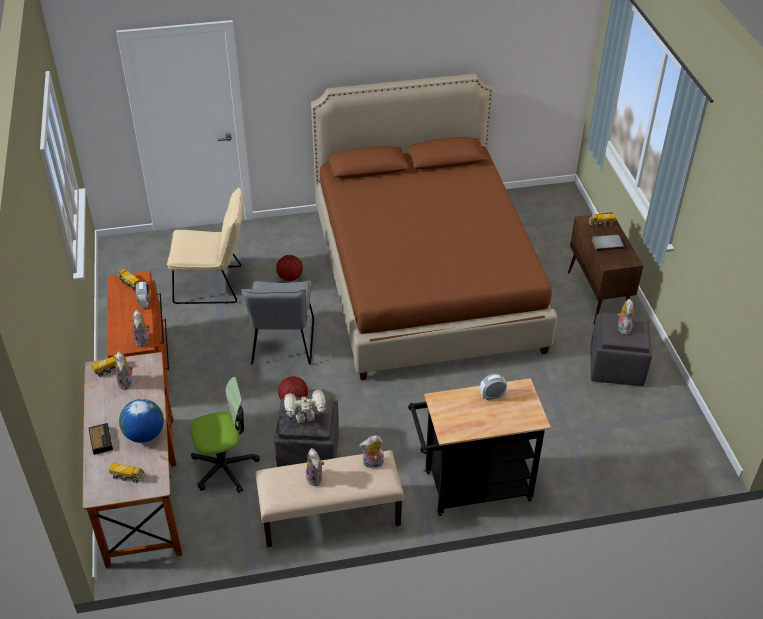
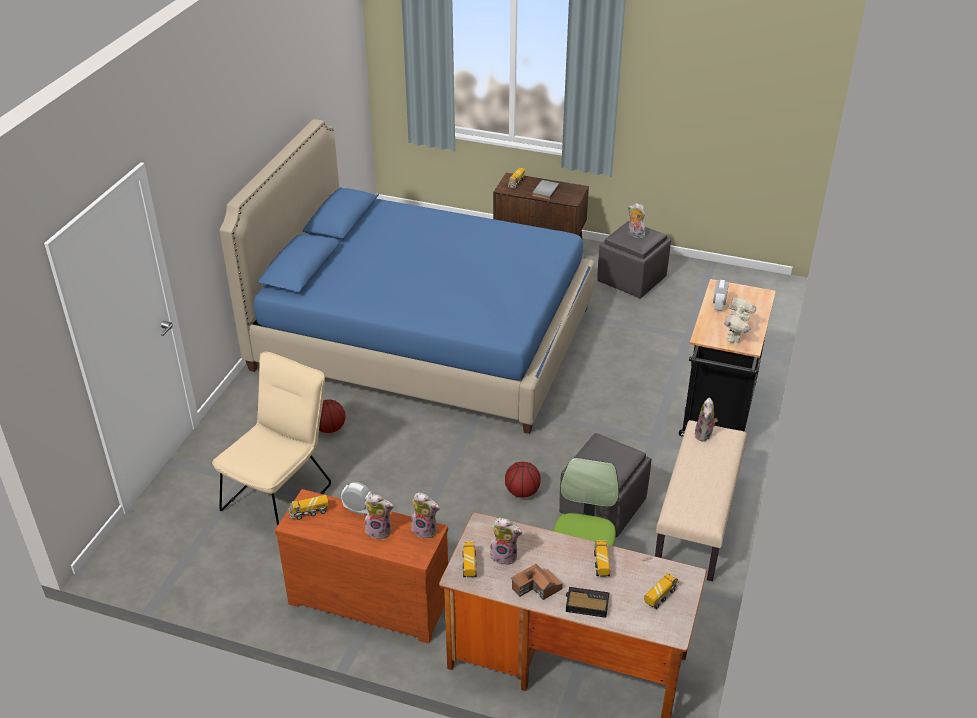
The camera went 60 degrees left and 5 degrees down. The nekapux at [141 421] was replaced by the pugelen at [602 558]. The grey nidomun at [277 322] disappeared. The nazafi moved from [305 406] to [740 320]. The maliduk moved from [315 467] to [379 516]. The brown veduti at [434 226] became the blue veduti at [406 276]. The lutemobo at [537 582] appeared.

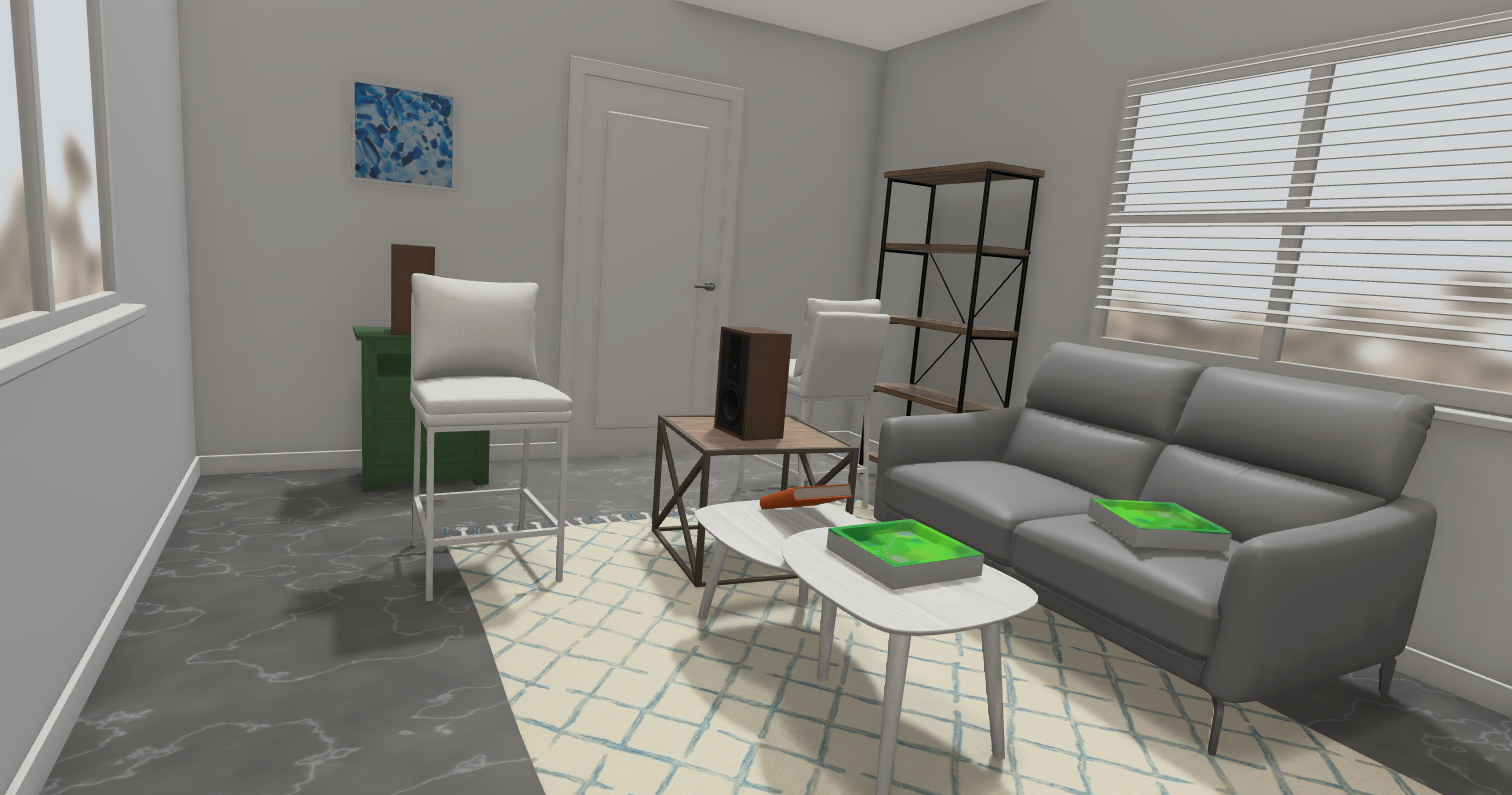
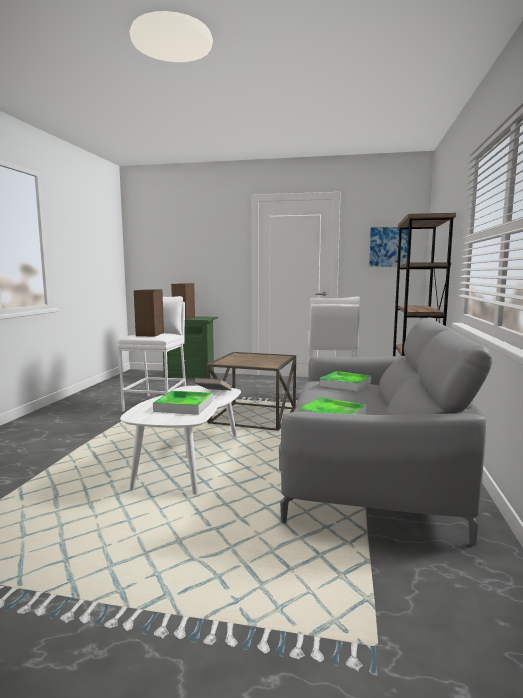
The camera went 40 degrees right and 0 degrees up. The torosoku moved from [404 134] to [390 247]. The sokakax moved from [753 384] to [149 313]. The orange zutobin at [806 496] became the grey zutobin at [213 384]. The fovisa at [345 381] appeared.

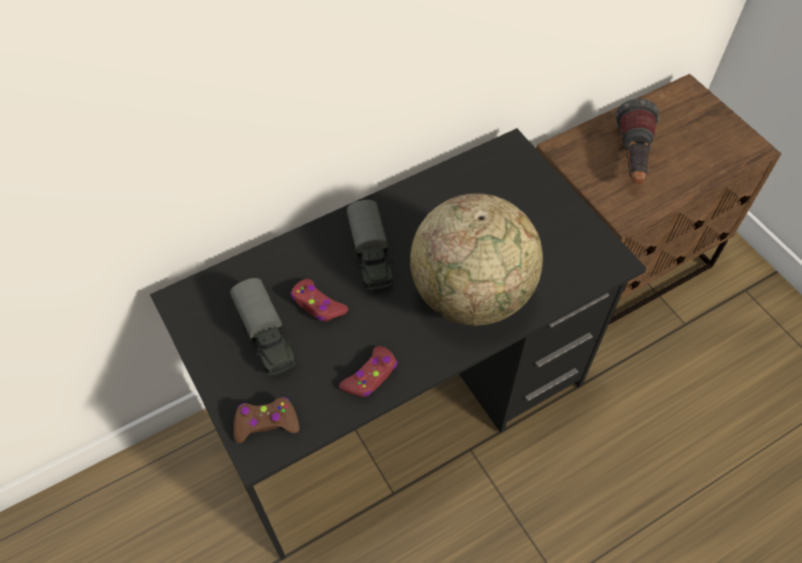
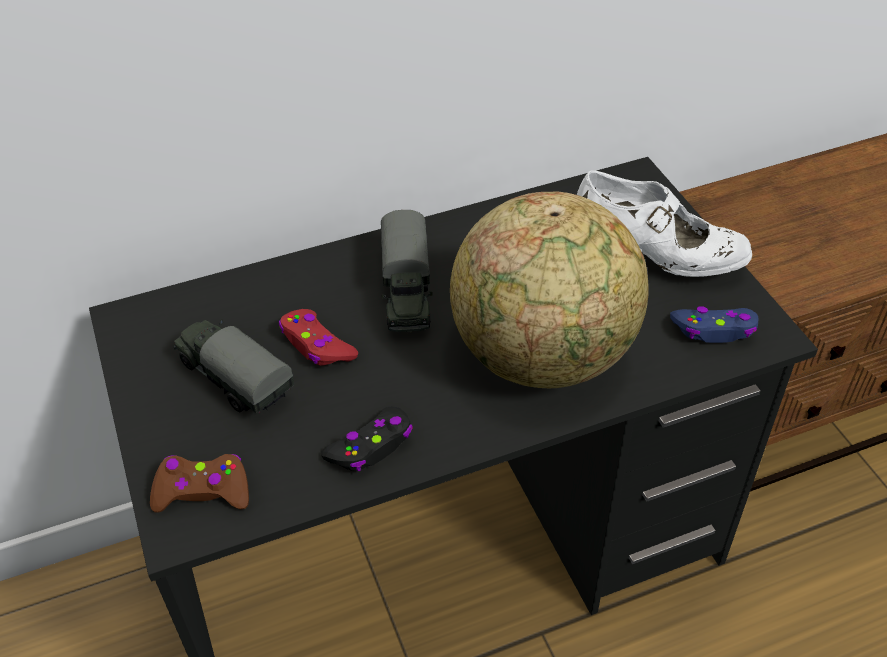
The camera went 10 degrees right and 10 degrees down. The pugelen at [263 327] turned 150 degrees clockwise. The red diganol at [368 371] became the black diganol at [367 439]. The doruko at [637 141] disappeared. The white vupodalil at [664 223] appeared. The blue diganol at [714 324] appeared.

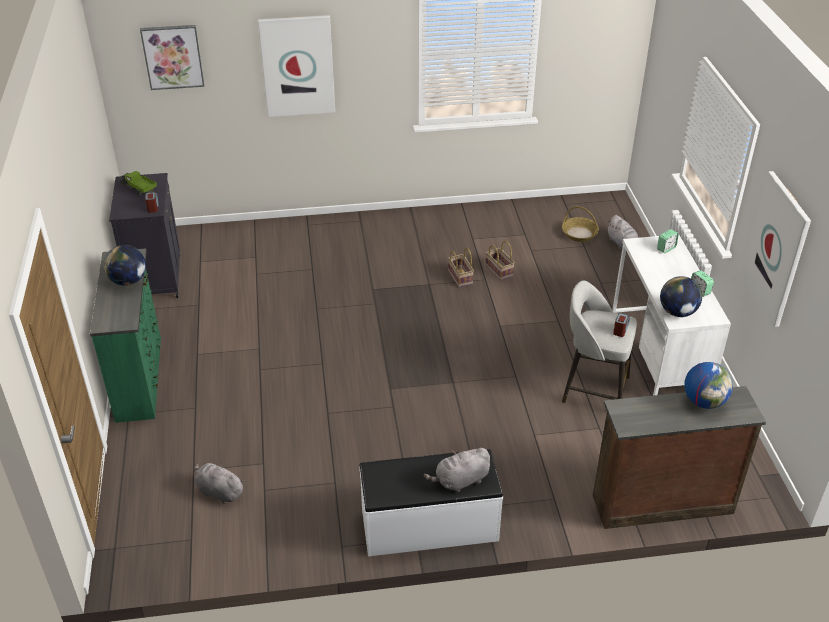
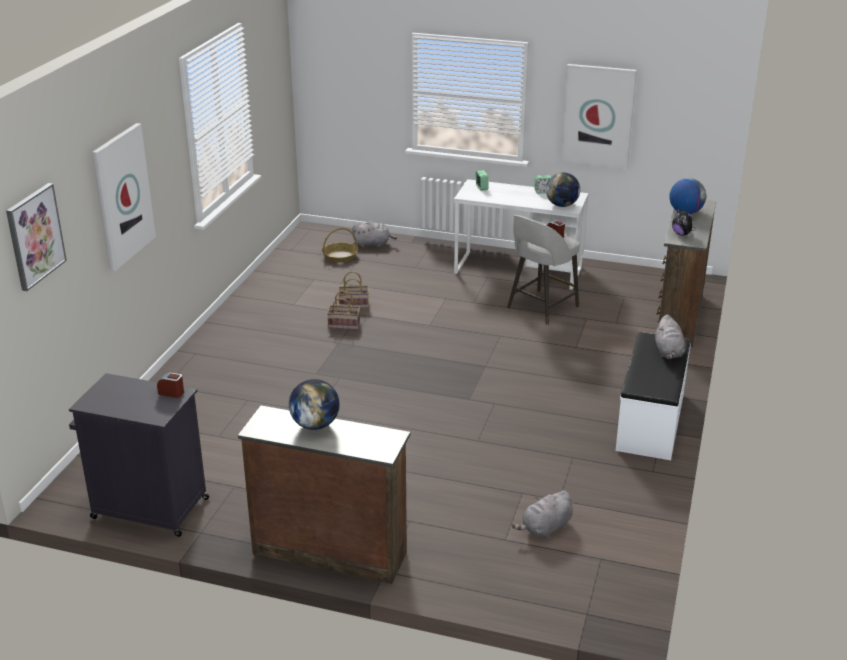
The camera went 65 degrees left and 10 degrees down. The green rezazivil at [125 335] became the brown rezazivil at [324 495]. The pugelen at [138 183] disappeared. The maliduk at [684 221] appeared.

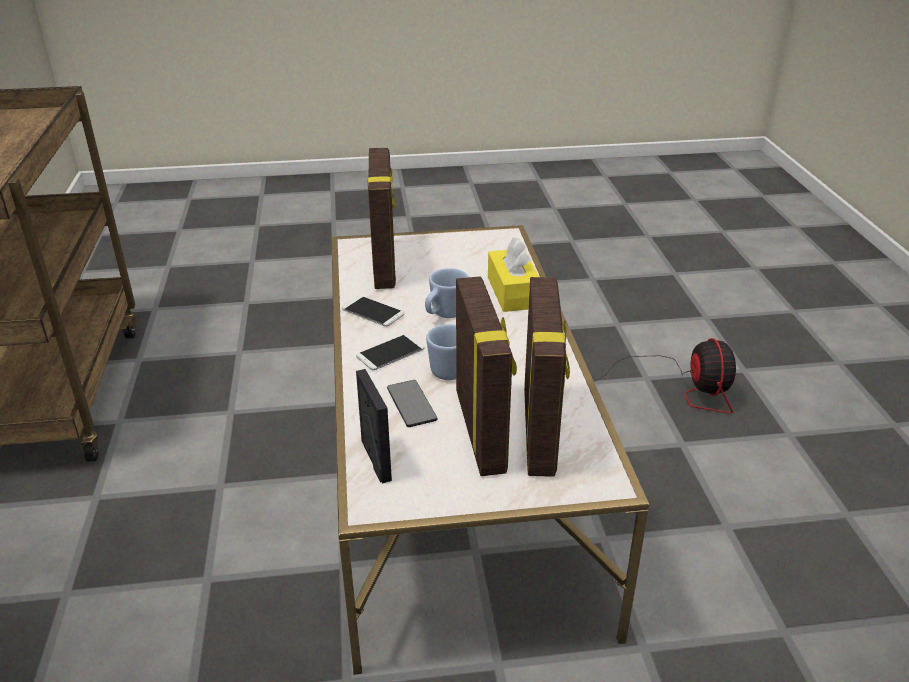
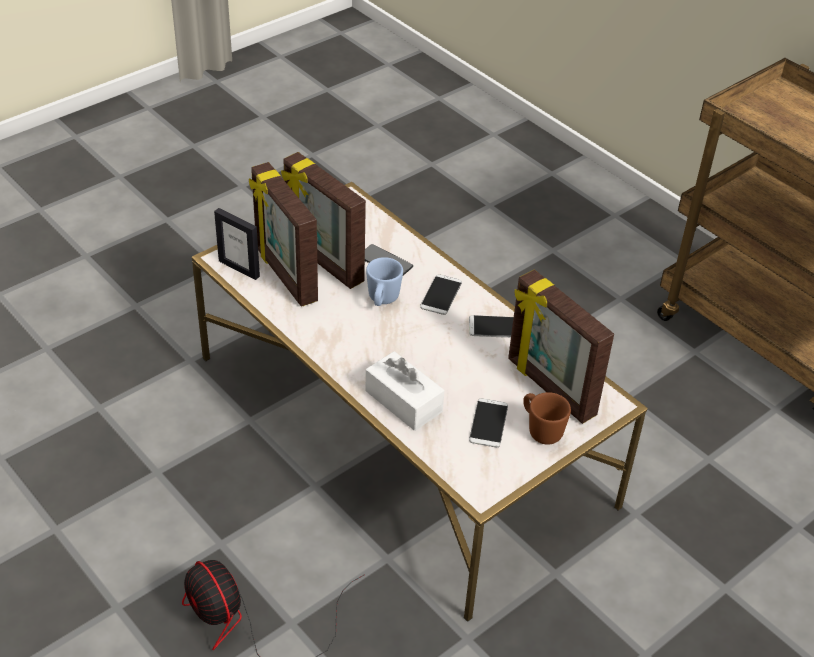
The camera went 145 degrees right and 10 degrees up. The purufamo moved from [374 426] to [237 244]. The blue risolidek at [447 293] disappeared. The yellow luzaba at [513 274] became the white luzaba at [404 391]. The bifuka at [488 423] appeared. The brown risolidek at [547 418] appeared.

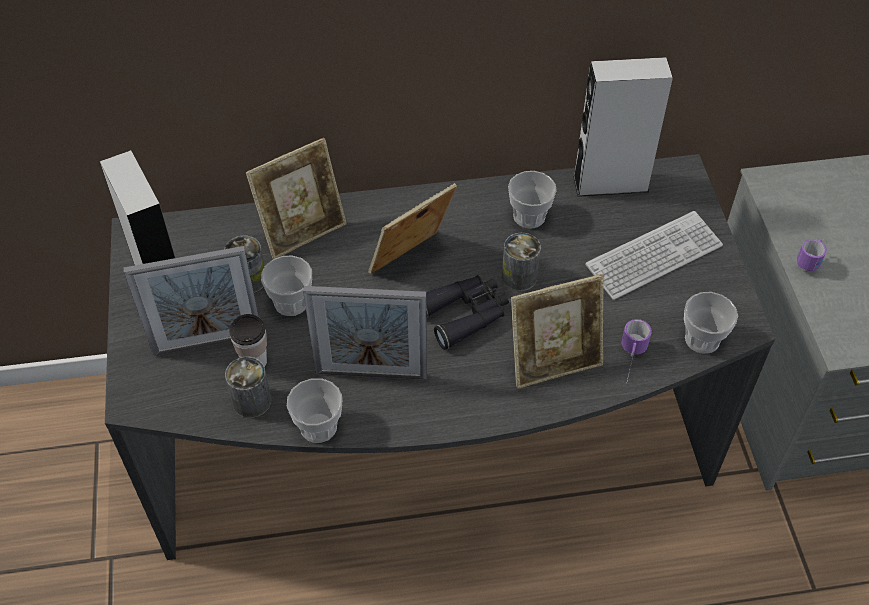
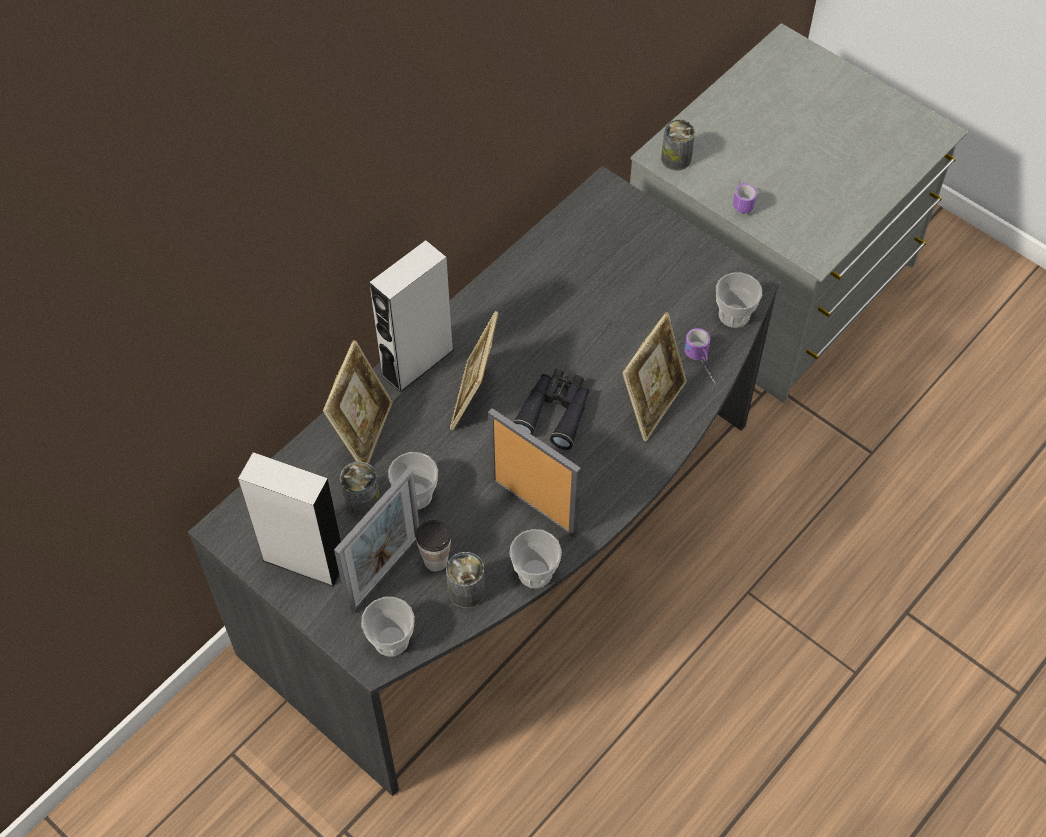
The camera went 40 degrees left and 5 degrees up. The purufamo at [365 333] turned 105 degrees counterclockwise. The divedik moved from [521 262] to [678 145]. The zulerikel moved from [532 199] to [388 627]. The grey sokakax moved from [623 127] to [411 316]. The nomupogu at [654 255] disappeared.

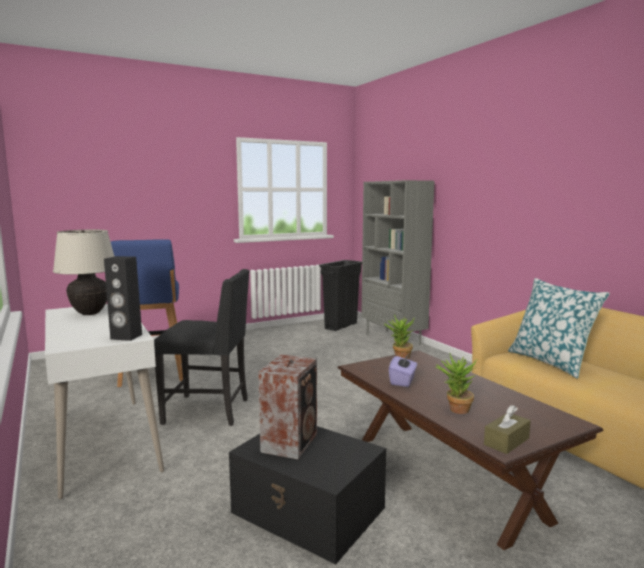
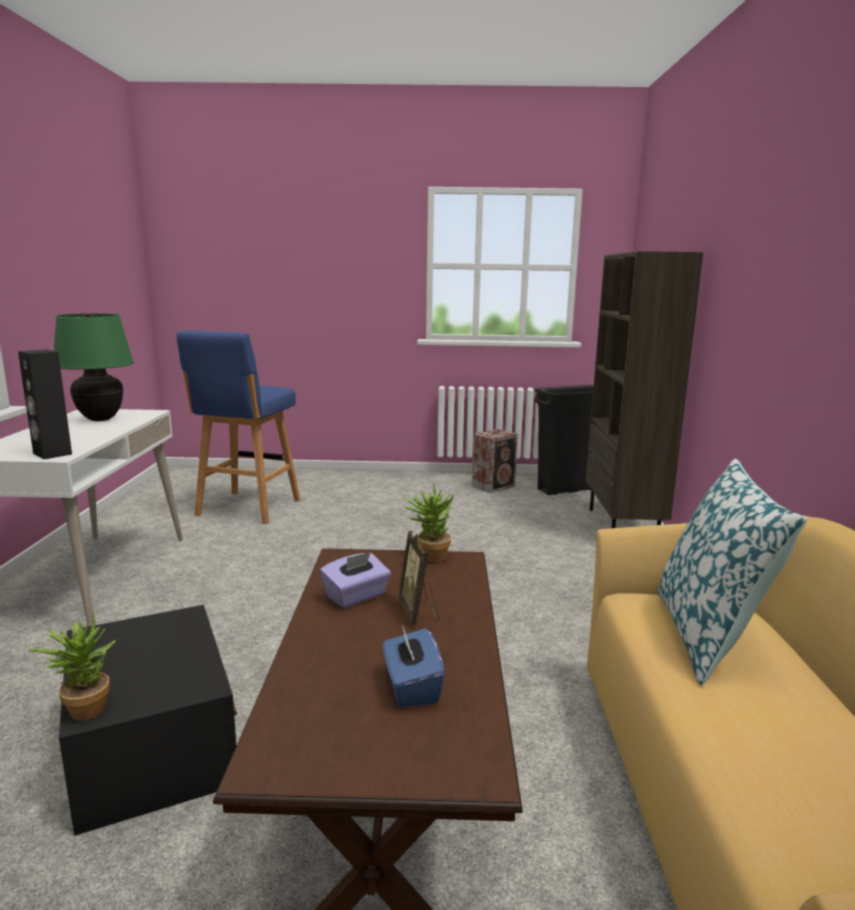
The camera went 30 degrees right and 5 degrees up. The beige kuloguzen at [83 272] became the green kuloguzen at [94 367]. The black nidomun at [201 347] disappeared. The sokakax moved from [287 406] to [495 461]. The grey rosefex at [398 262] became the brown rosefex at [644 389]. The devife moved from [456 383] to [72 666]. The brown luzaba at [507 429] disappeared. The blue luzaba at [414 666] appeared. The purufamo at [418 578] appeared.

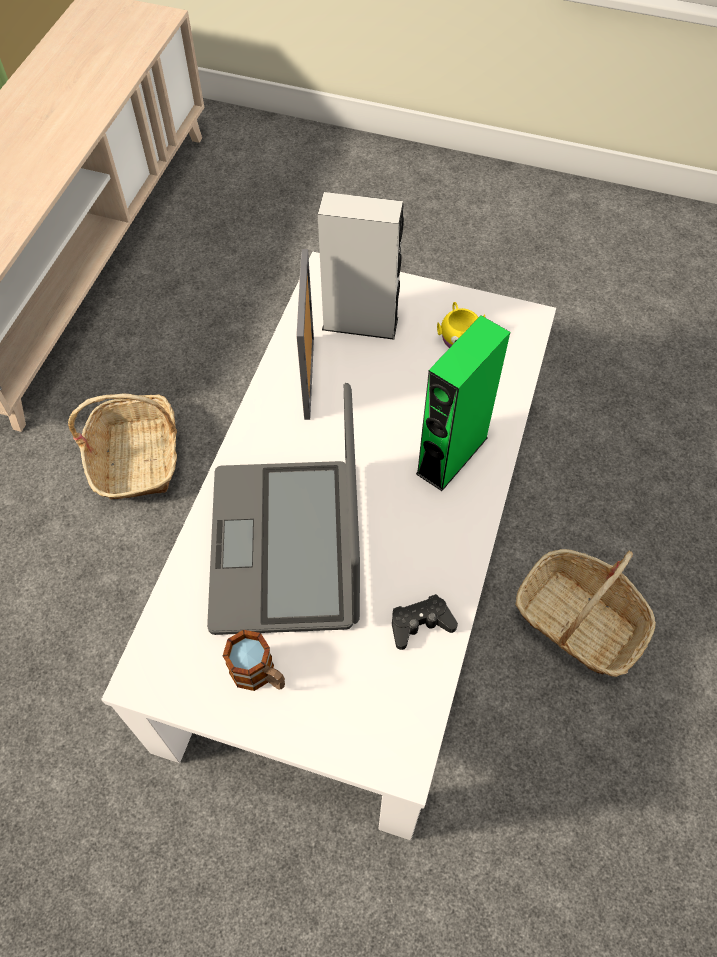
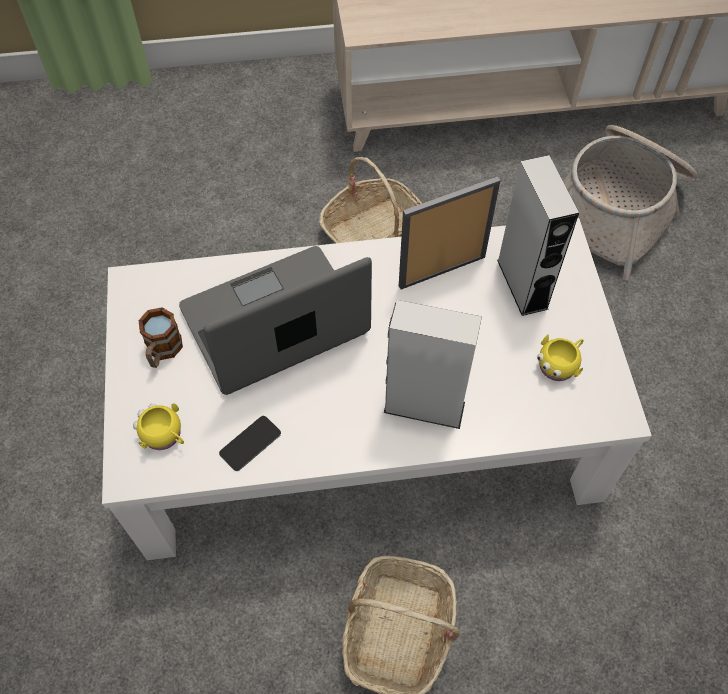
The camera went 65 degrees right and 0 degrees up. The black diganol at [425 622] was replaced by the bifuka at [250 443]. The green sokakax at [463 403] became the grey sokakax at [433 364]. The yellow risolidek at [158 426] appeared. The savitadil at [630 203] appeared.

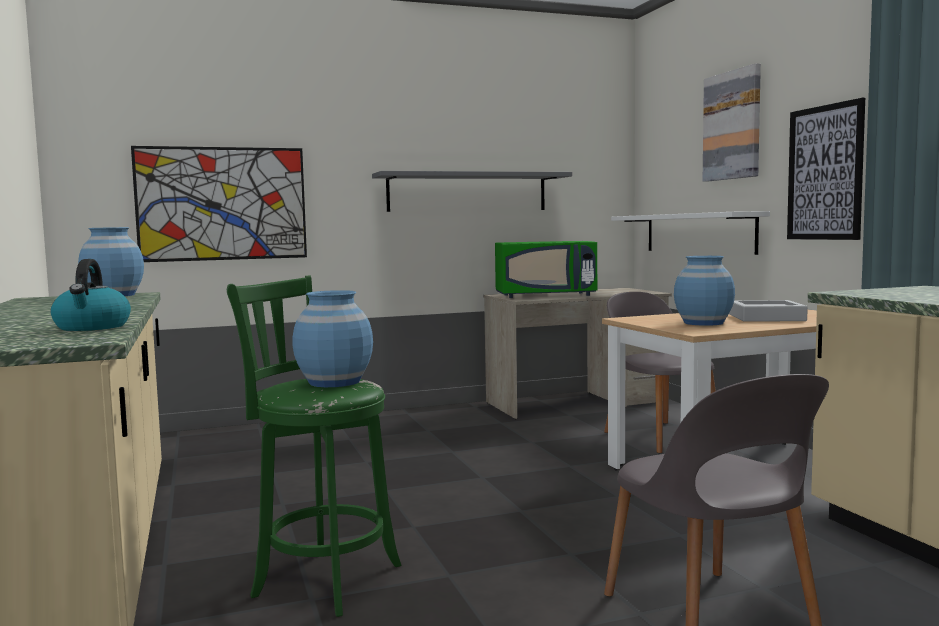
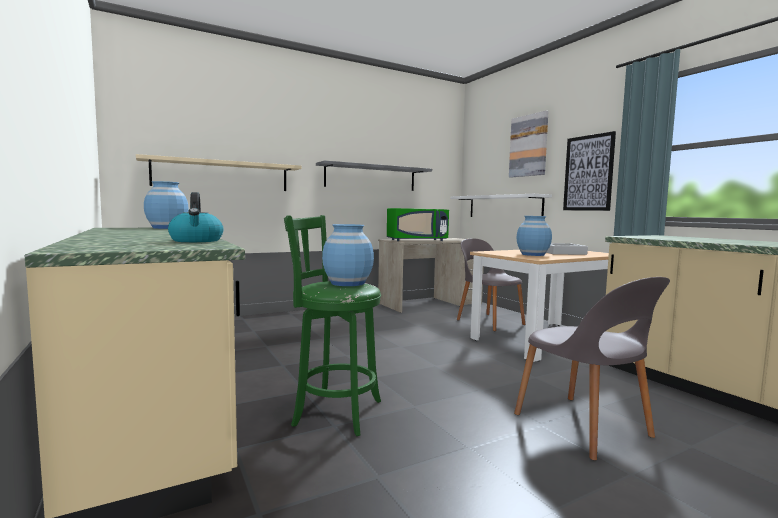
The camera went 10 degrees left and 0 degrees up. The torosoku at [219 204] was replaced by the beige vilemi at [219 172].

